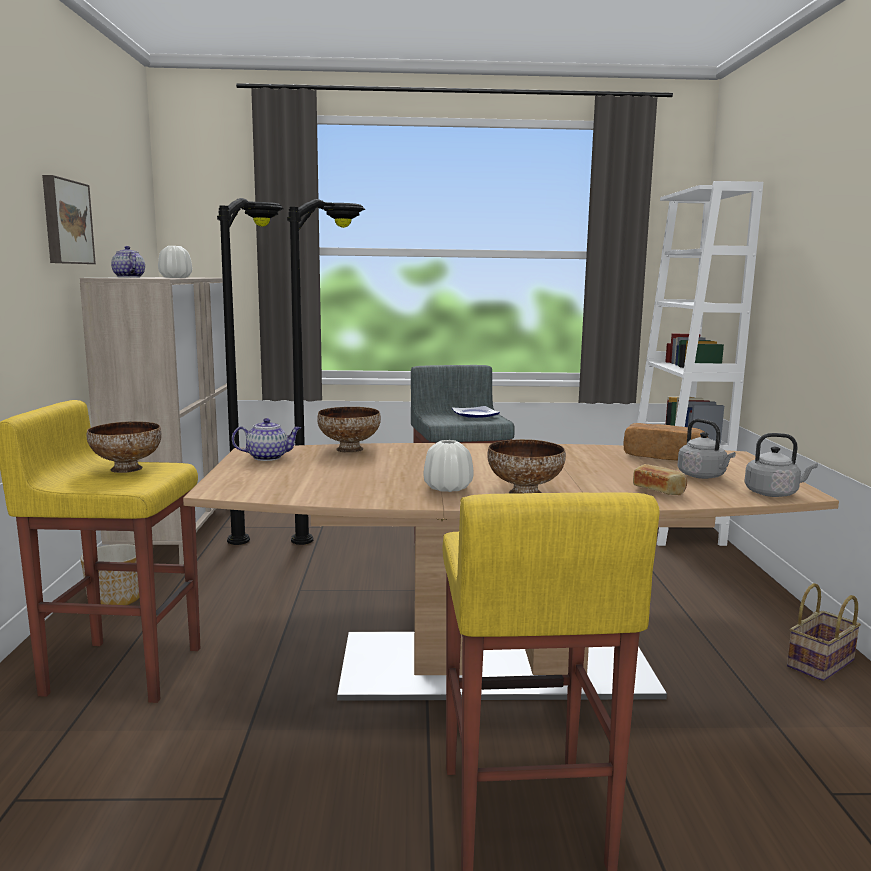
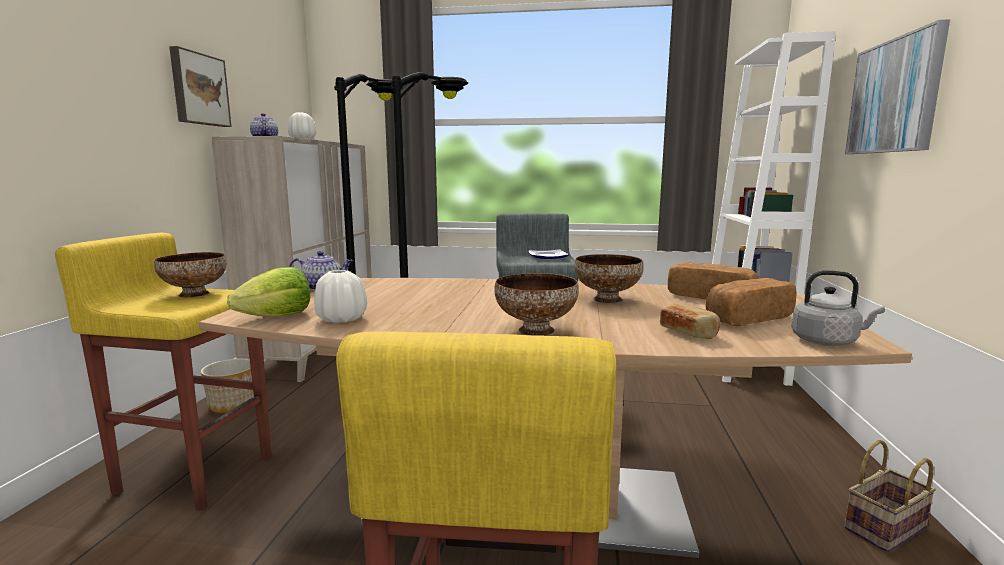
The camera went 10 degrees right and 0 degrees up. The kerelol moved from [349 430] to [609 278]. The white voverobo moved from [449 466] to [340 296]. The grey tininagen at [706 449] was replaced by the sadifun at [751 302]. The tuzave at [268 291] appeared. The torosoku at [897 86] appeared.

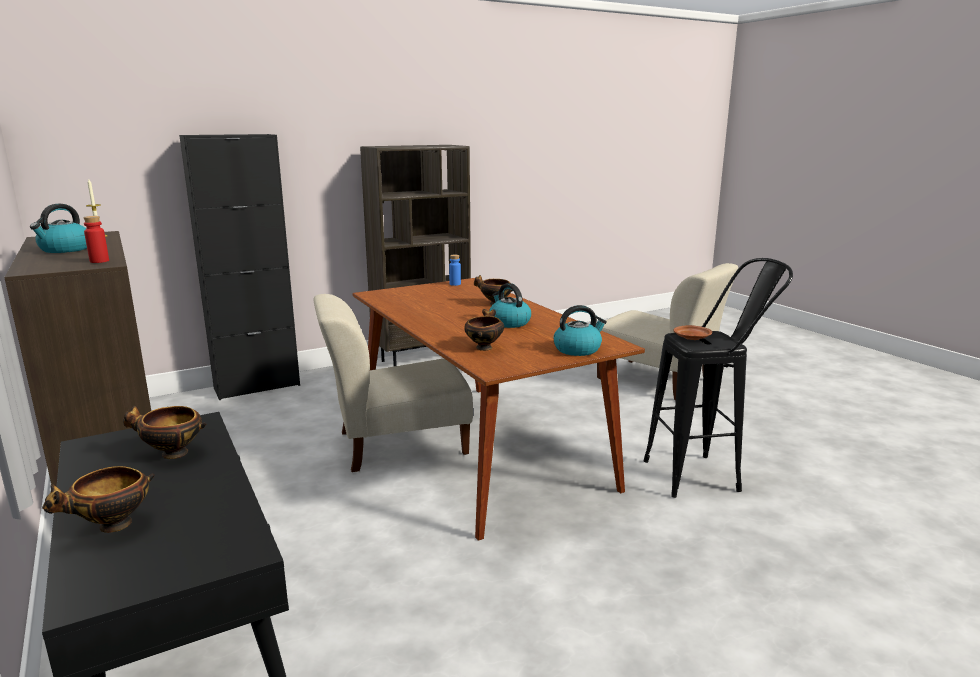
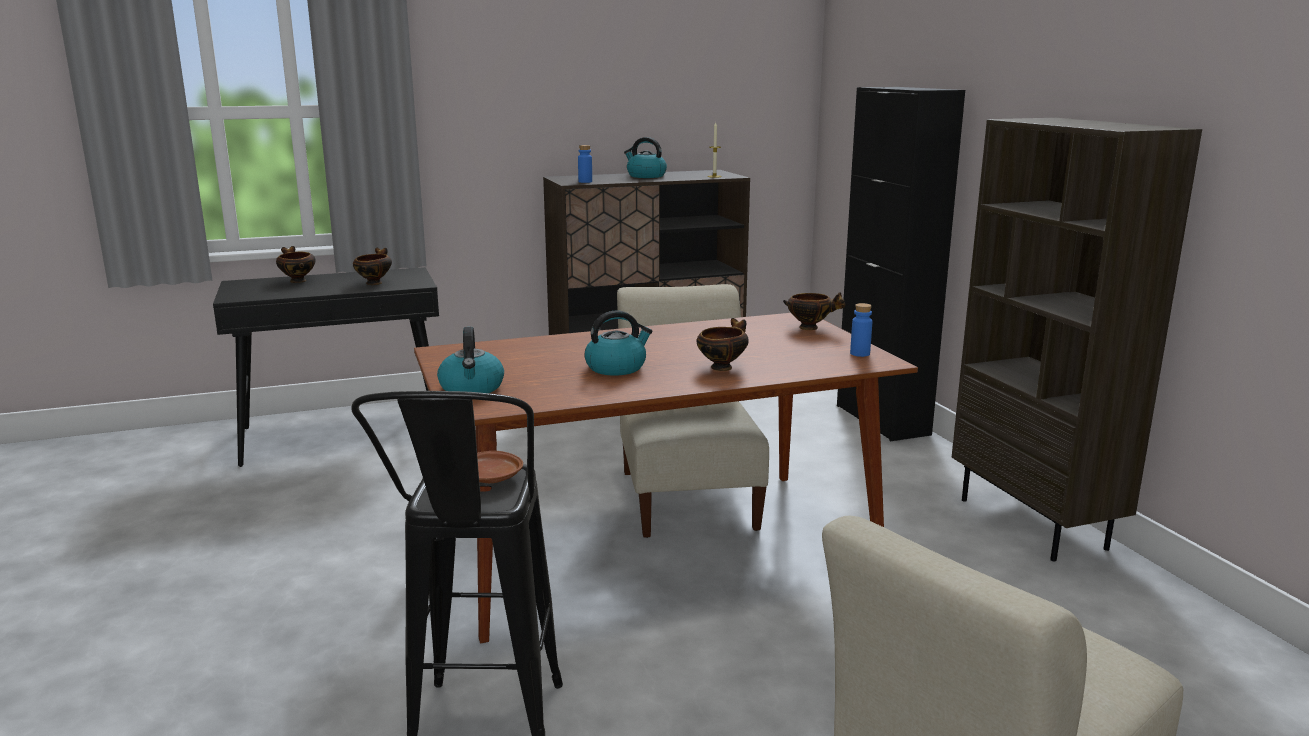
The camera went 100 degrees right and 0 degrees up. The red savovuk at [96 239] became the blue savovuk at [585 164]. The kerelol moved from [484 330] to [814 311].

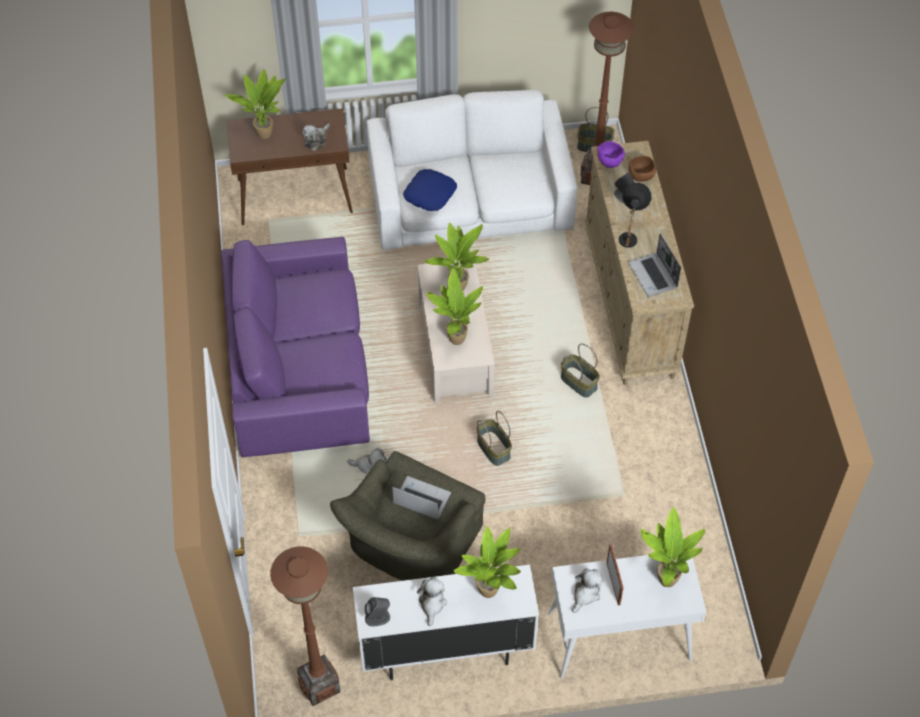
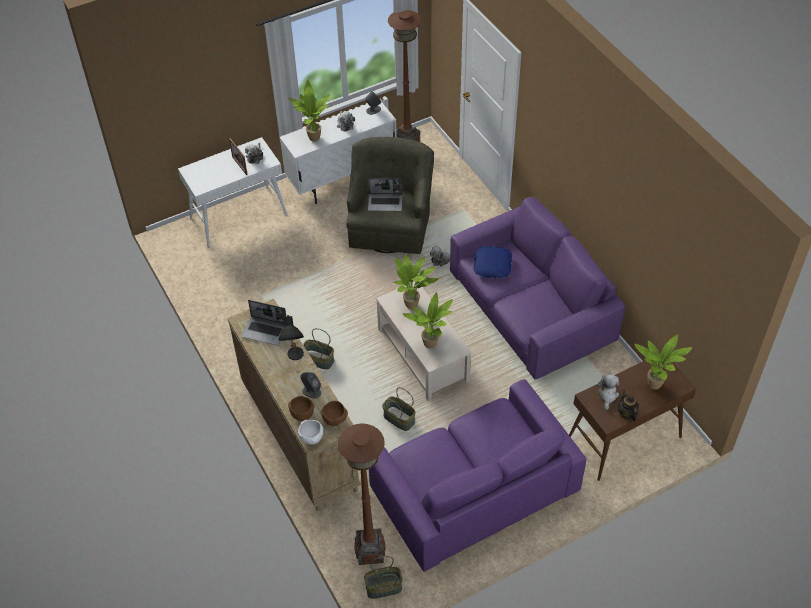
The camera went 160 degrees right and 5 degrees down. The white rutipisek at [472 170] became the purple rutipisek at [478 475]. The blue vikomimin moved from [430 190] to [493 262]. The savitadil moved from [494 438] to [399 409]. The purple kerelol at [611 154] became the brown kerelol at [334 413]. The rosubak at [654 265] turned 150 degrees clockwise. The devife at [673 547] disappeared. The white kerelol at [310 432] appeared. The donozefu at [628 405] appeared.

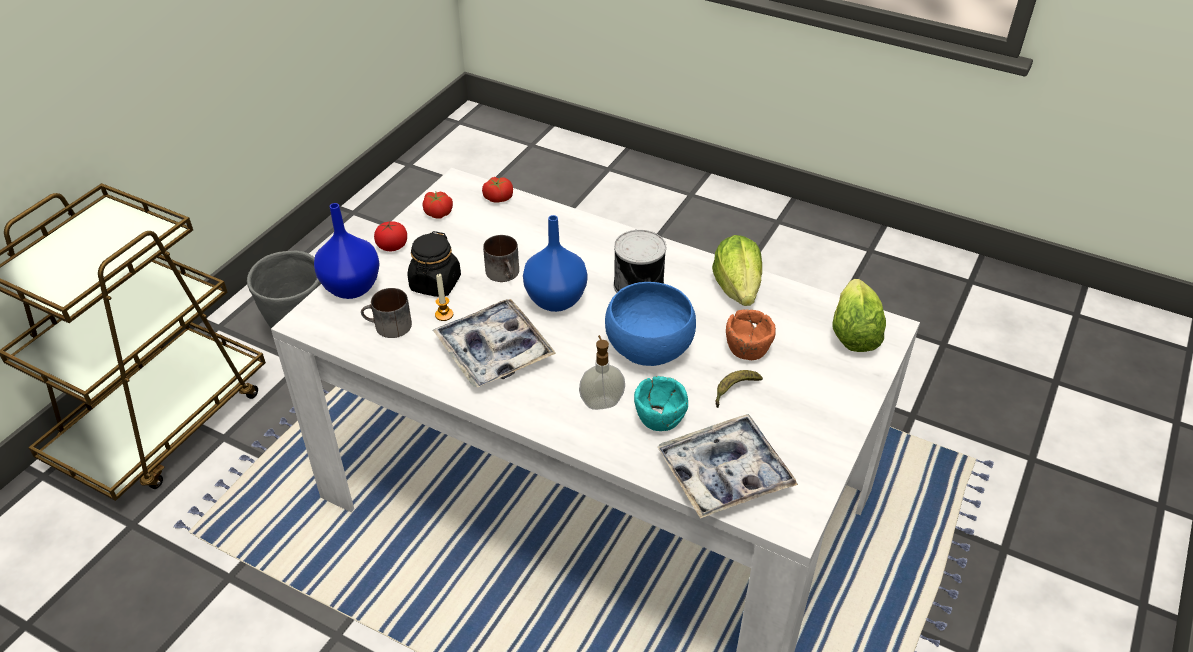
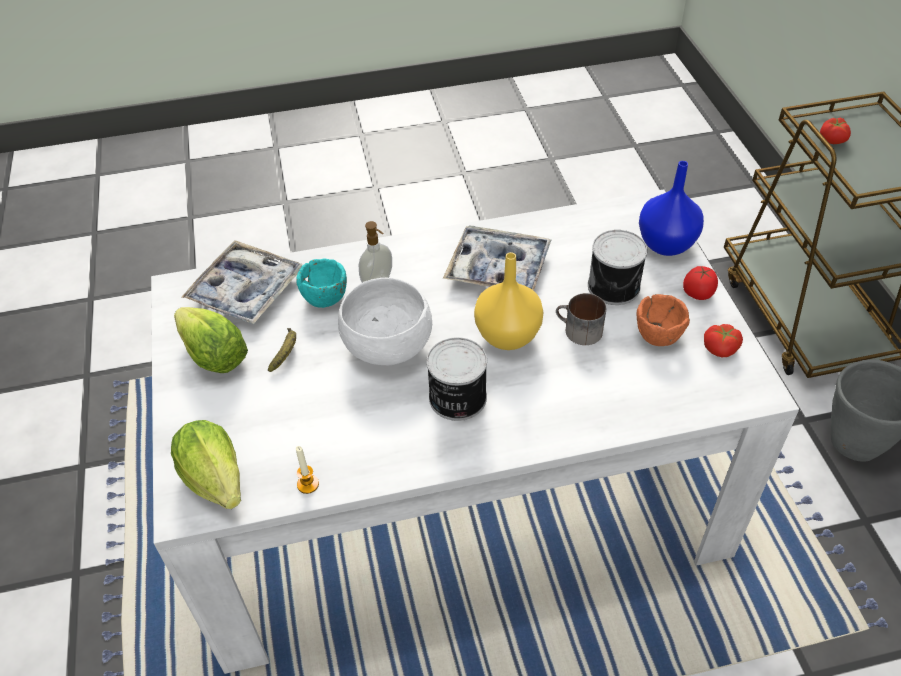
The camera went 140 degrees right and 5 degrees up. The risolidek at [386 313] disappeared. The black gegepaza at [434 264] was replaced by the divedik at [618 267]. The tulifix moved from [444 297] to [307 470]. The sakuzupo moved from [497 190] to [835 131]. The blue voverobo at [555 263] became the yellow voverobo at [509 301]. The blue kerelol at [650 324] became the white kerelol at [385 321]. The tuzave moved from [737 270] to [211 340]. The orange kerelol moved from [751 334] to [663 320].

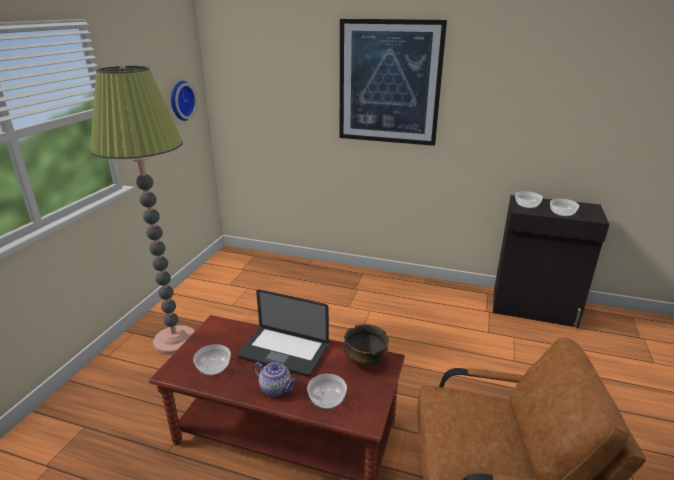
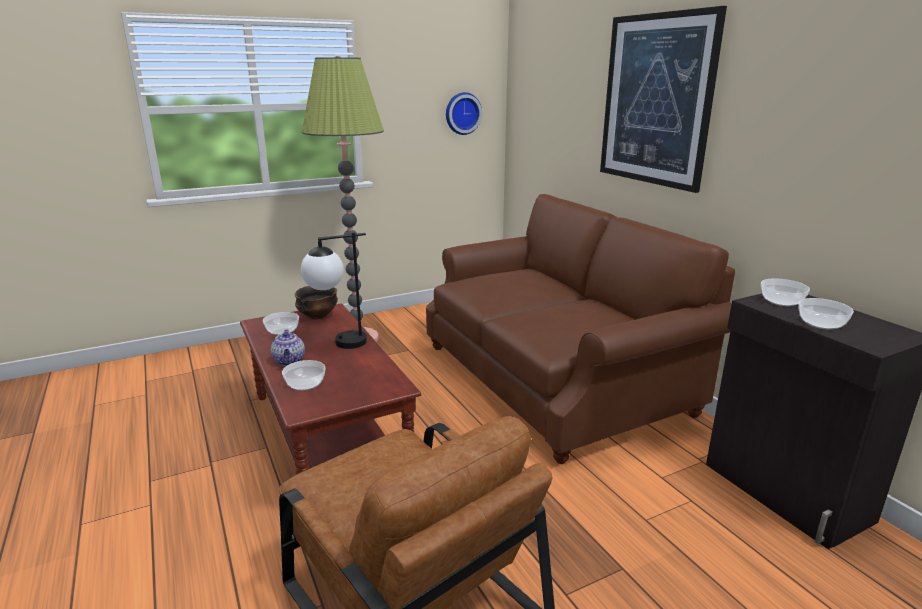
The camera went 45 degrees right and 5 degrees down. The rosubak at [283 333] was replaced by the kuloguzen at [334 290]. The kerelol moved from [366 345] to [316 302]. The brown rutipisek at [580 329] appeared.

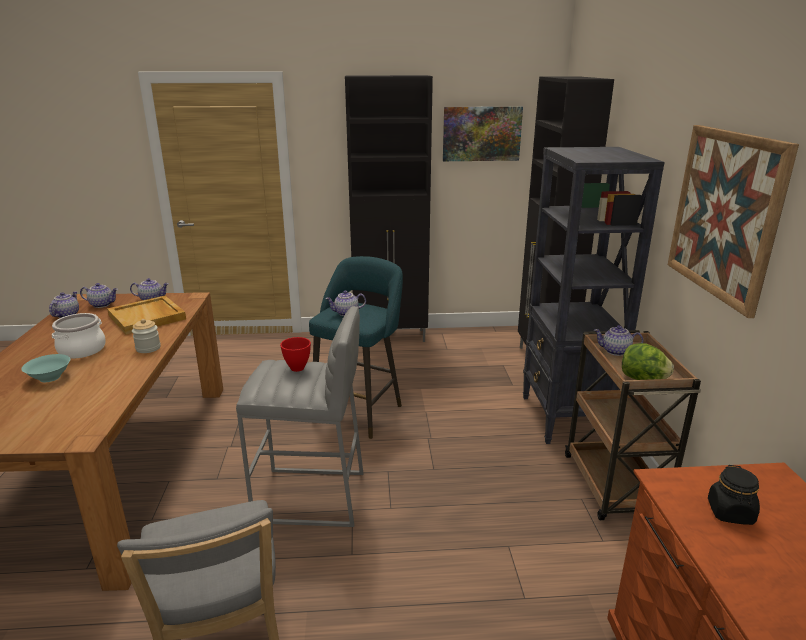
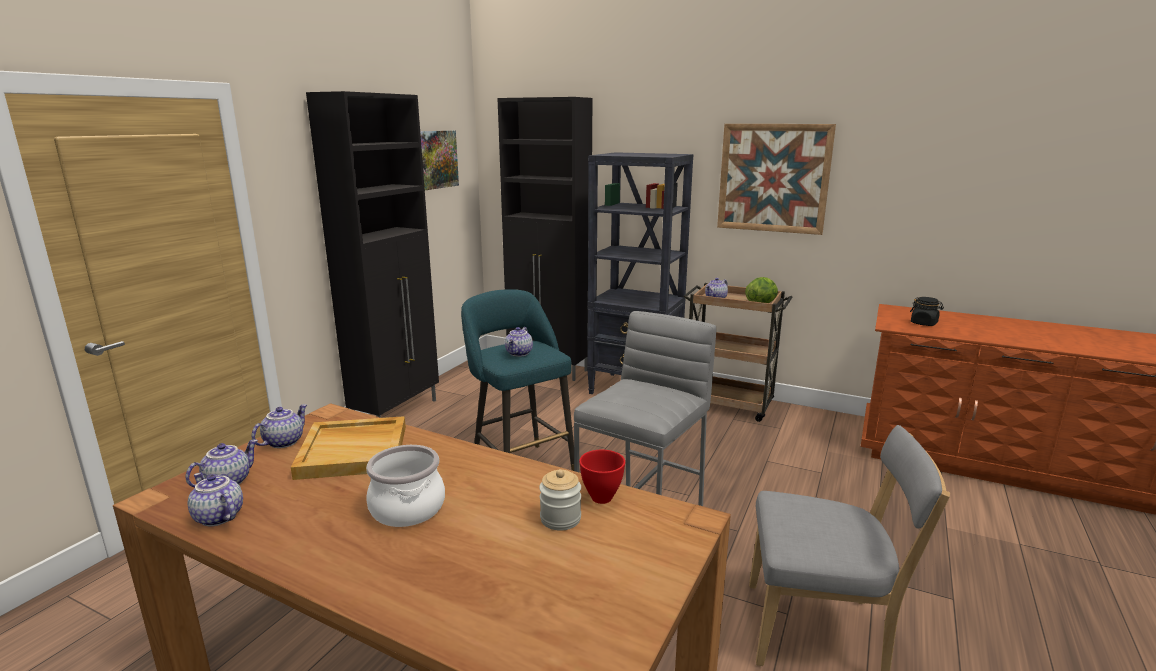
The camera went 60 degrees left and 5 degrees down. The turquoise kerelol at [46 368] disappeared. The gegepaza moved from [146 336] to [560 500]. The red kerelol moved from [295 354] to [602 477].

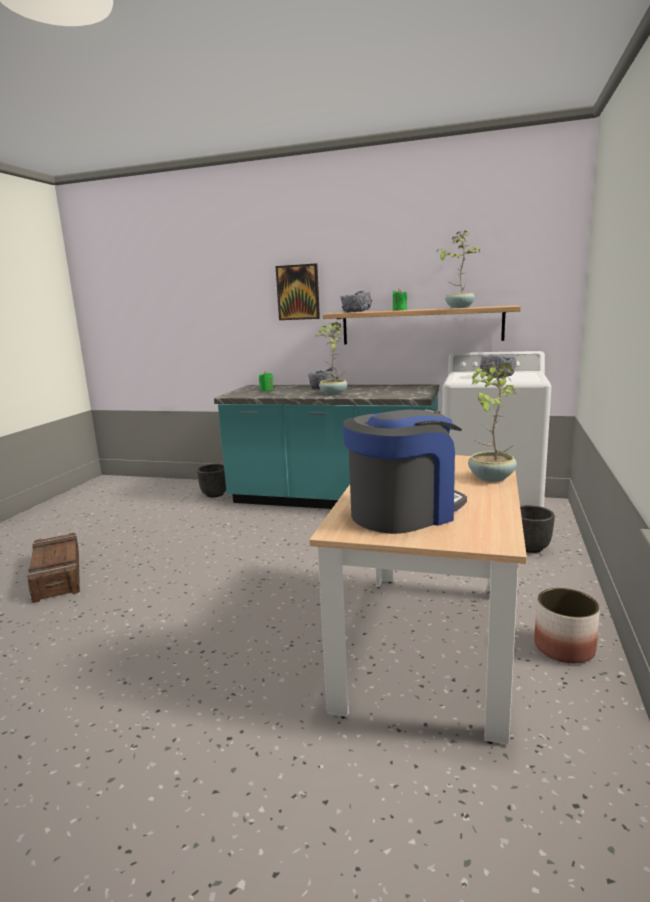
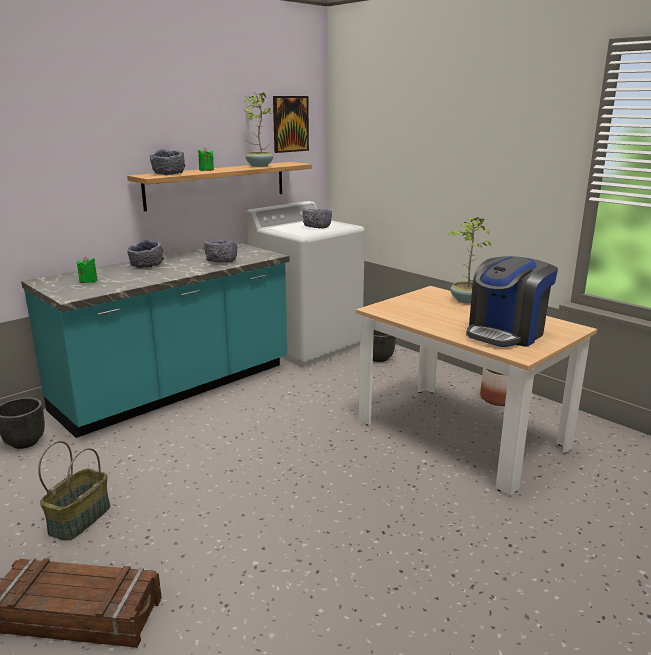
The camera went 60 degrees left and 5 degrees up. The torosoku moved from [297 291] to [291 124]. The devife at [330 358] disappeared. The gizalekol at [405 471] turned 135 degrees counterclockwise. The savitadil at [74 491] appeared. The grey kerelol at [221 251] appeared.

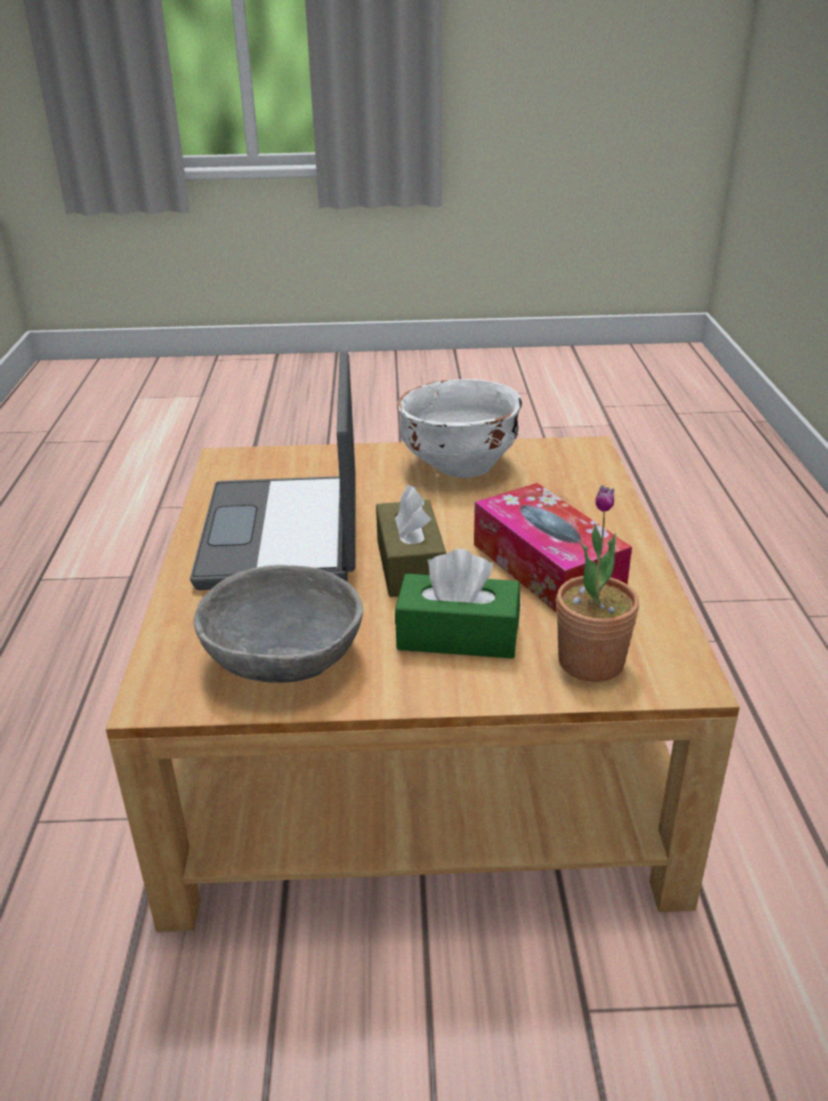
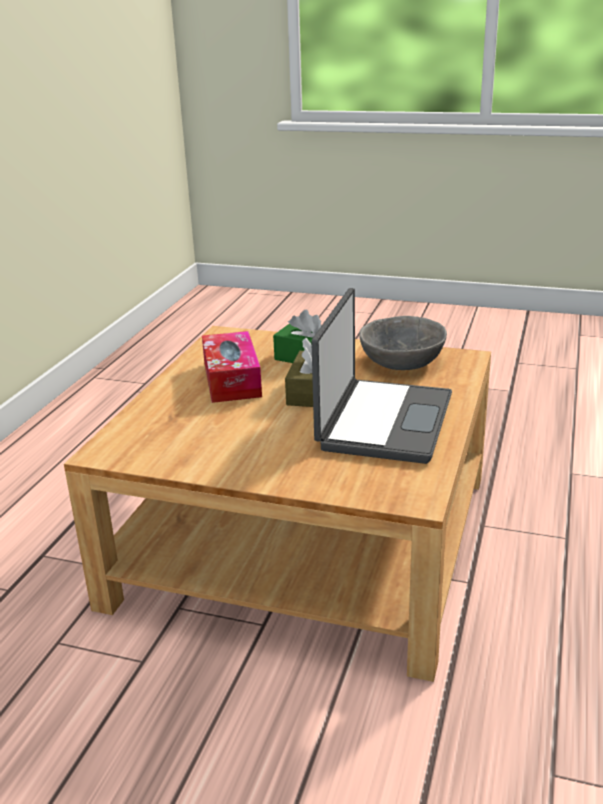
The camera went 160 degrees left and 5 degrees down. The white kerelol at [459 428] disappeared. The devife at [597 583] disappeared.

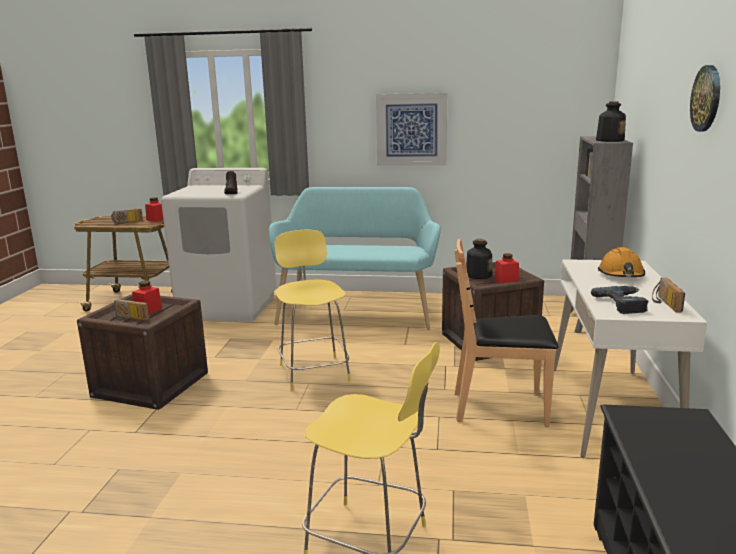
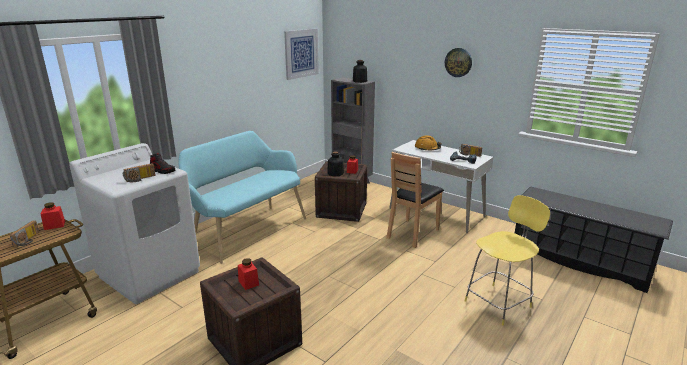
The camera went 60 degrees left and 5 degrees up. The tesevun moved from [131 310] to [139 172]. The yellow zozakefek at [313 310] disappeared. The torosoku moved from [411 129] to [301 54].

